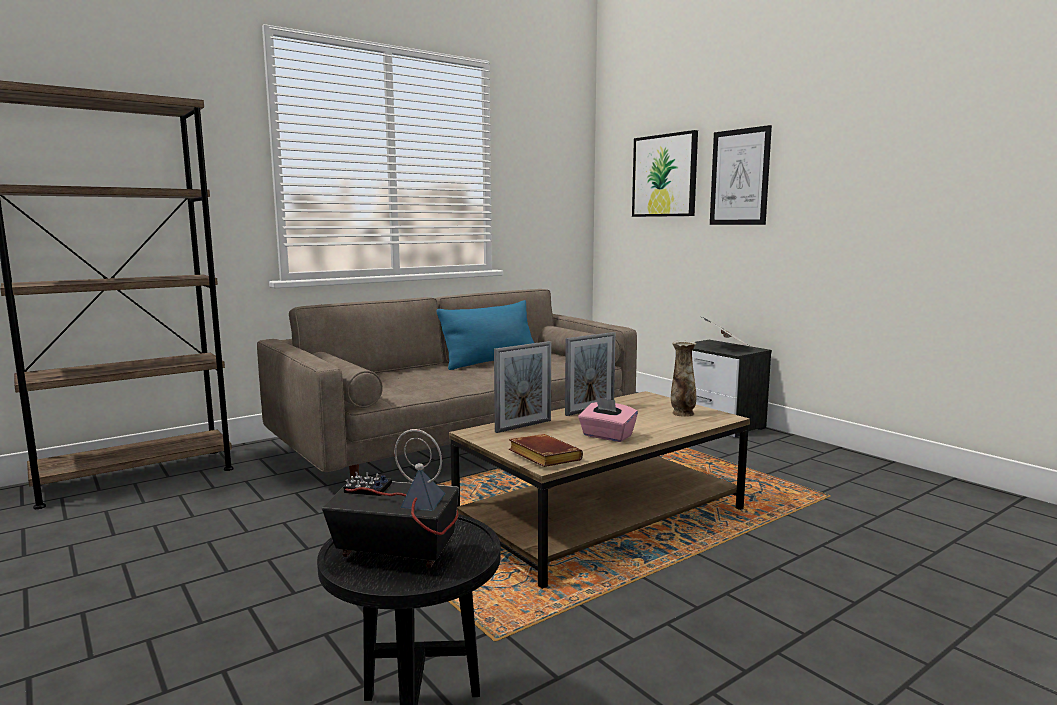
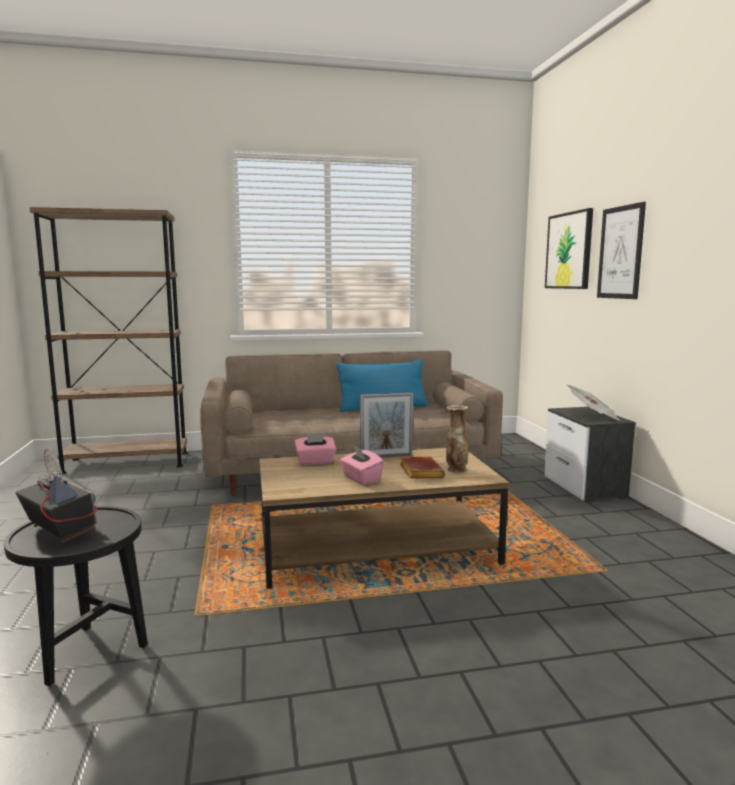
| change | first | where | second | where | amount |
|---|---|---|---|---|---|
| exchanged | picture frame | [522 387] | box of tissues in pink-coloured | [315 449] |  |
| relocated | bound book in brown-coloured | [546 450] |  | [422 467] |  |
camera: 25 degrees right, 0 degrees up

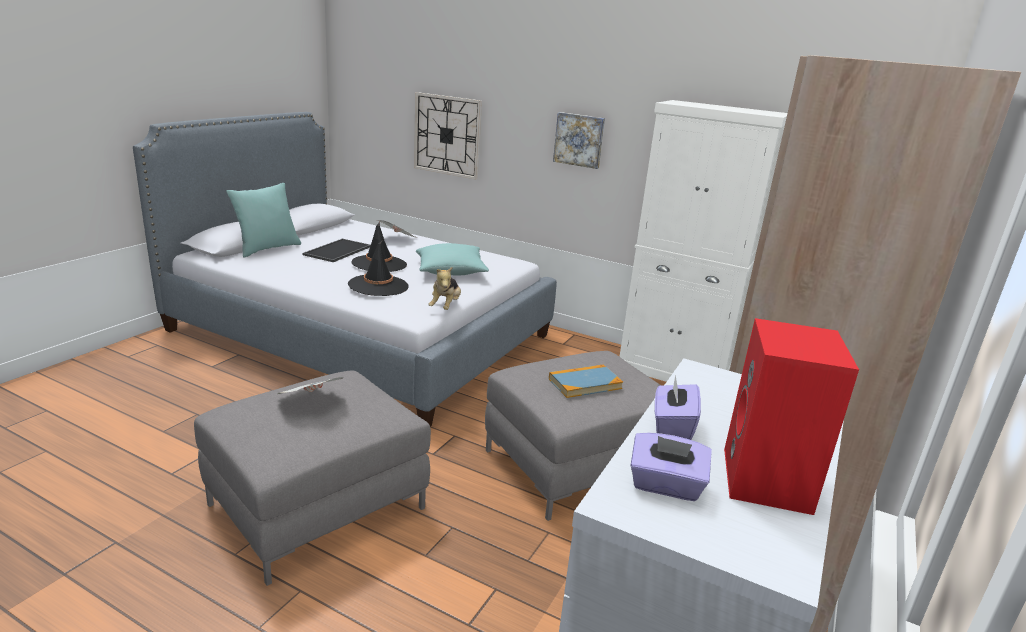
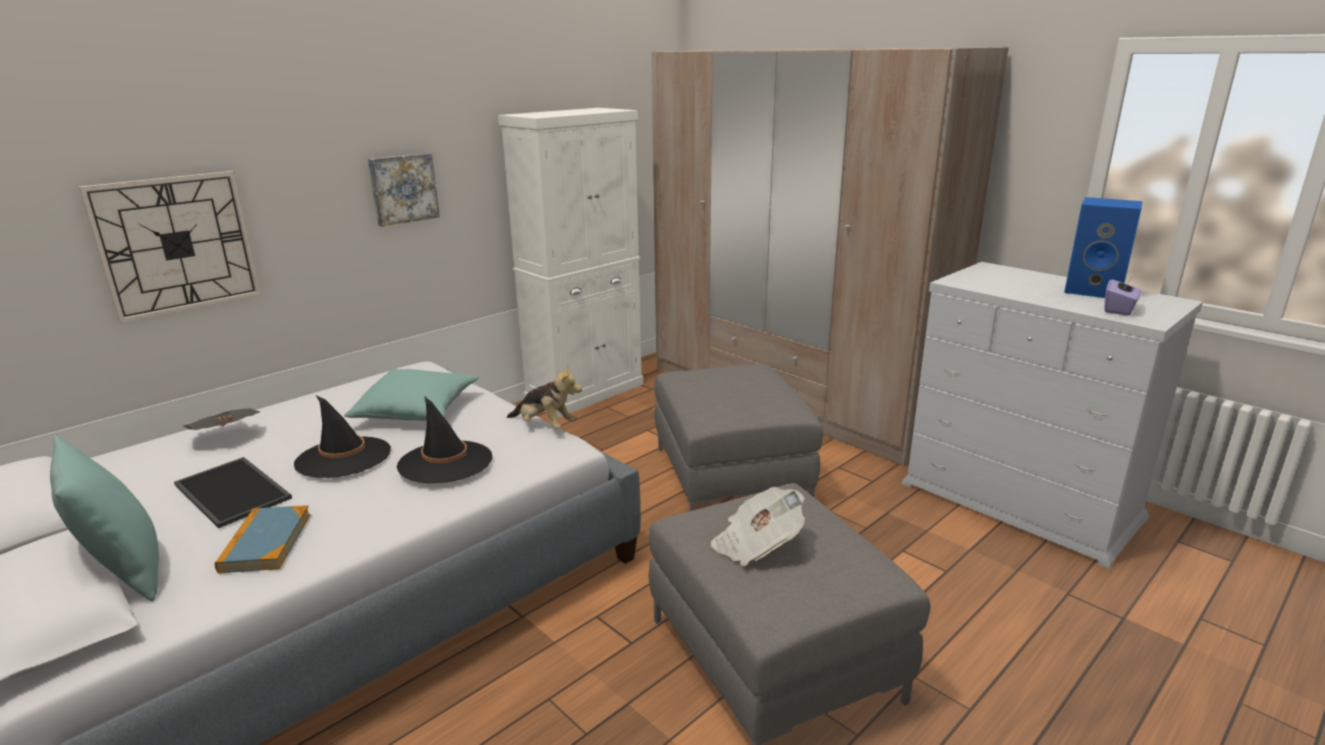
| change | first | where | second | where | amount |
|---|---|---|---|---|---|
| colour | speaker in red-coloured | [791 416] | speaker in blue-coloured | [1103 247] |  |
| relocated | bound book | [586 381] |  | [262 539] |  |
| missing | box of tissues in purplish | [678 407] |  |  |  |
camera: 70 degrees left, 0 degrees up

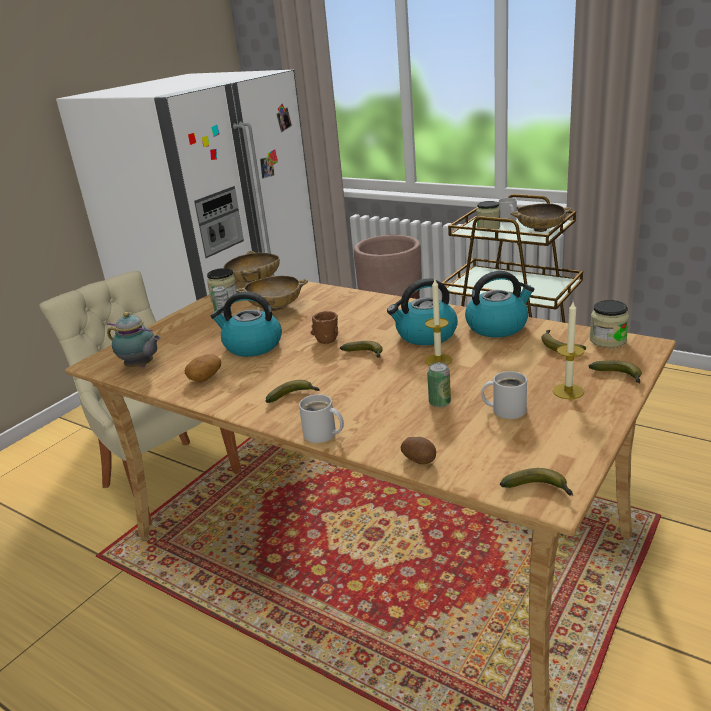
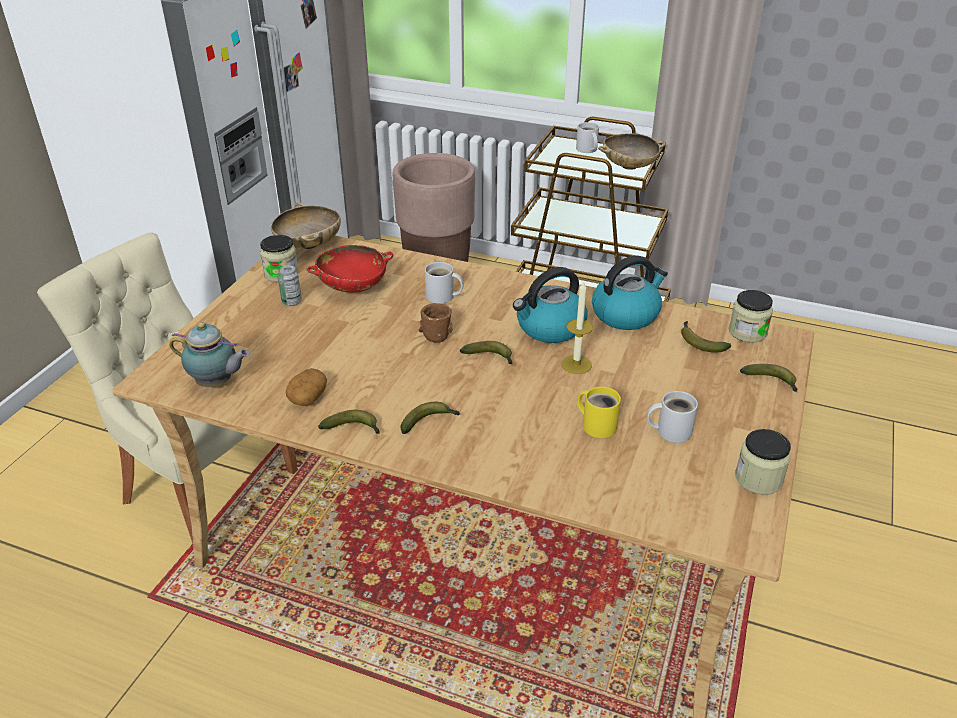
| change | first | where | second | where | amount |
|---|---|---|---|---|---|
| relocated | storage jar | [488 215] |  | [763 462] |  |
| colour | deep dish in sand-coloured | [272 293] | deep dish in red-coloured | [349 268] |  |
| missing | water kettle | [246 324] |  |  |  |
| missing | wax light | [568 351] |  |  |  |
| exchanged | sealed can | [439 384] | tea mug in yellow-coloured | [599 412] |  |
| relocated | tea mug in white | [321 418] |  | [444 283] |  |
| missing | potato | [418 450] |  |  |  |
| relocated | whole banana | [536 482] |  | [349 422] |  |
camera: 15 degrees left, 10 degrees up

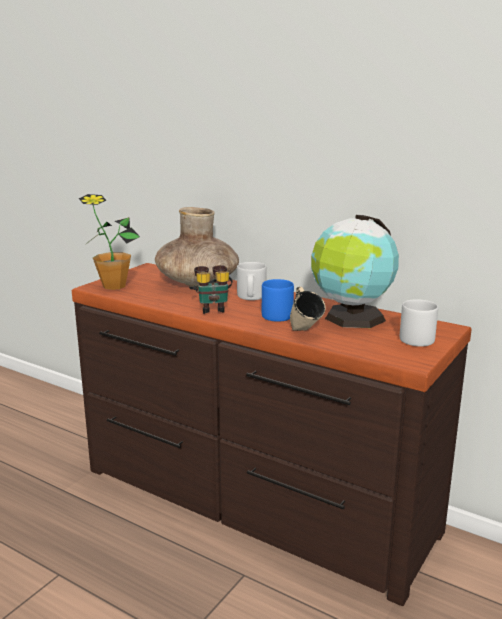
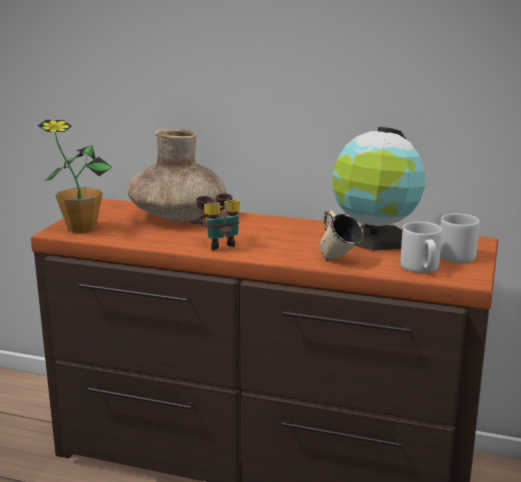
| change | first | where | second | where | amount |
|---|---|---|---|---|---|
| relocated | tea mug in gray | [251 281] |  | [421 247] |  |
| missing | tea mug in blue-coloured | [278 300] |  |  |  |
camera: 15 degrees left, 0 degrees up

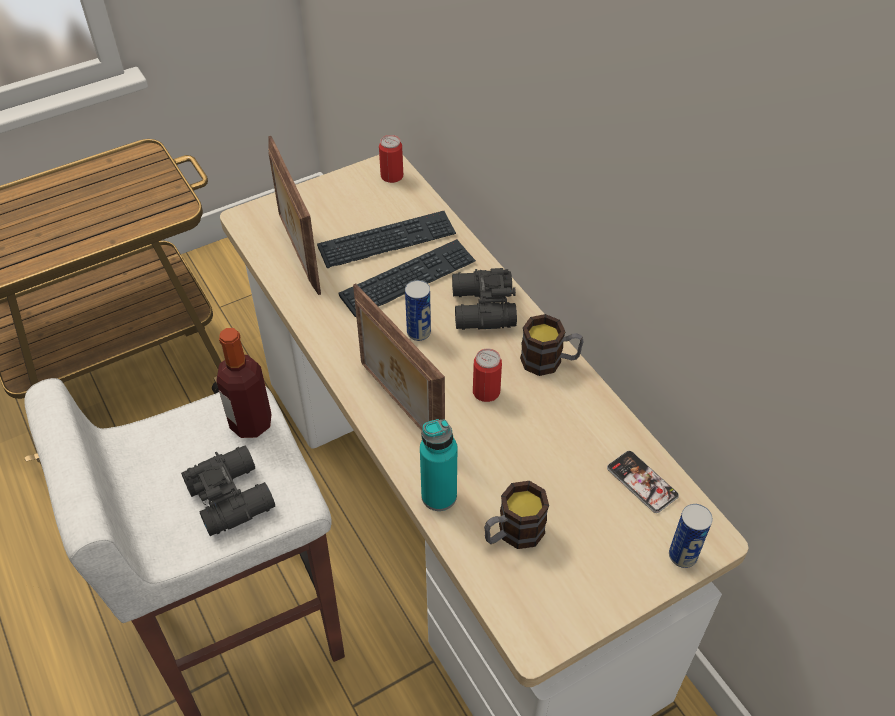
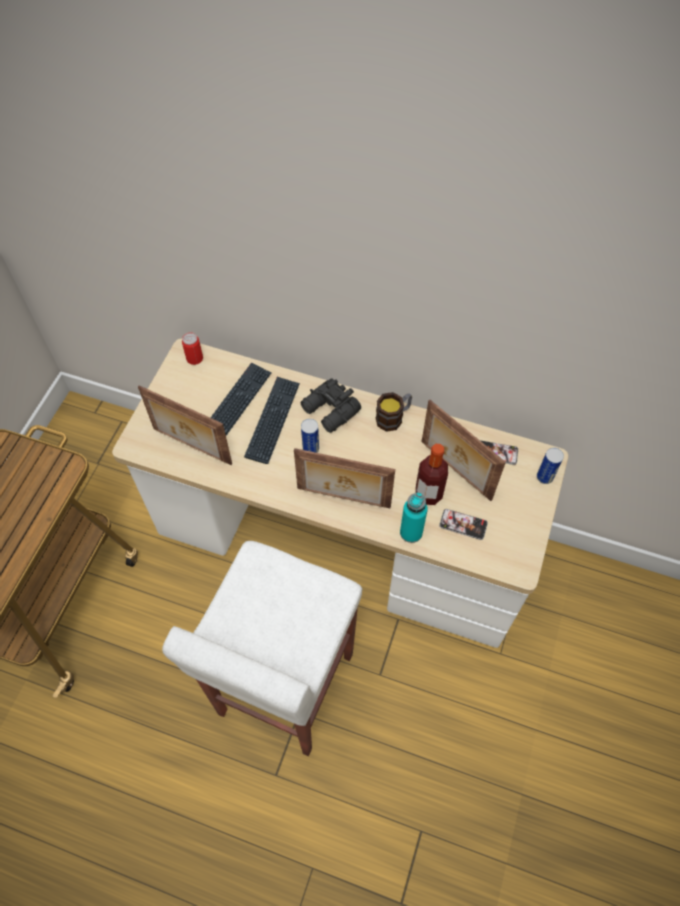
| change | first | where | second | where | amount |
|---|---|---|---|---|---|
| relocated | drink bottle | [244 383] |  | [432 474] |  |
| missing | sealed can | [487 375] |  |  |  |
| missing | field glasses in black | [228 491] |  |  |  |
| exchanged | tea mug | [516 515] | phone | [463 524] |  |
| appeared |  |  | picture frame | [464 450] |  |
camera: 40 degrees left, 10 degrees up

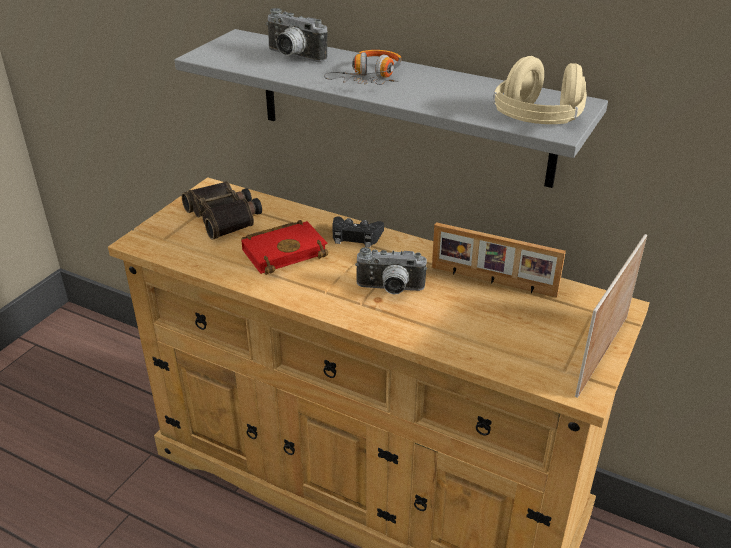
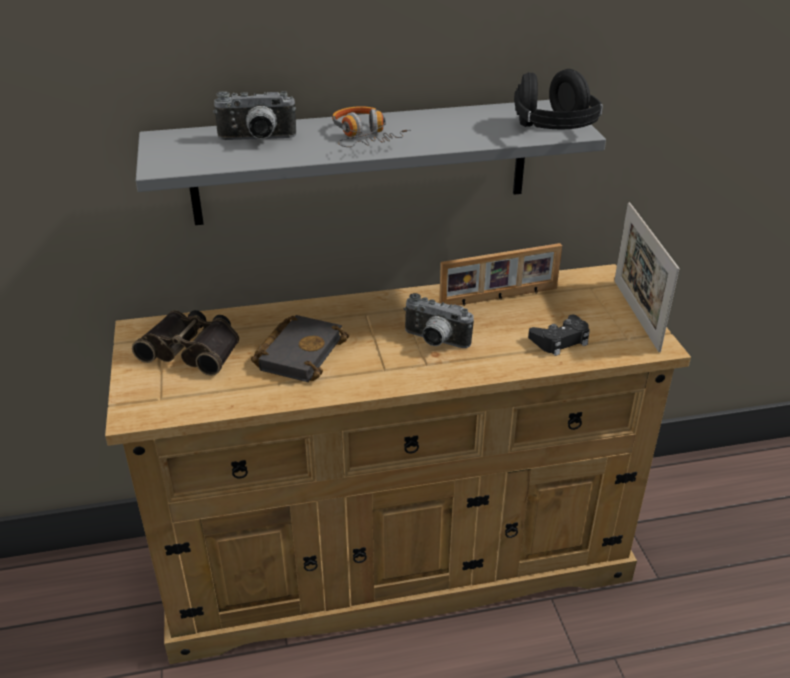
| change | first | where | second | where | amount |
|---|---|---|---|---|---|
| colour | headset in sand-coloured | [540 90] | headset in black | [558 99] |  |
| relocated | joypad in black | [358 232] |  | [559 335] |  |
| colour | bound book in red-coloured | [284 247] | bound book in black | [300 348] |  |
| spun | still camera | [391 271] |  | [438 320] | 60 degrees clockwise |
camera: 40 degrees left, 0 degrees up

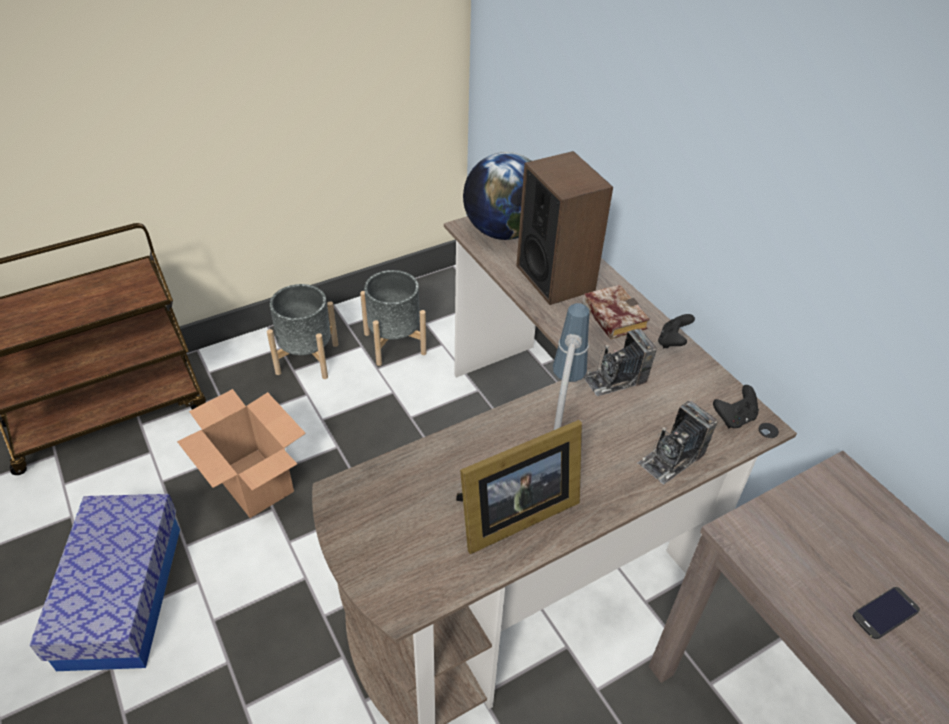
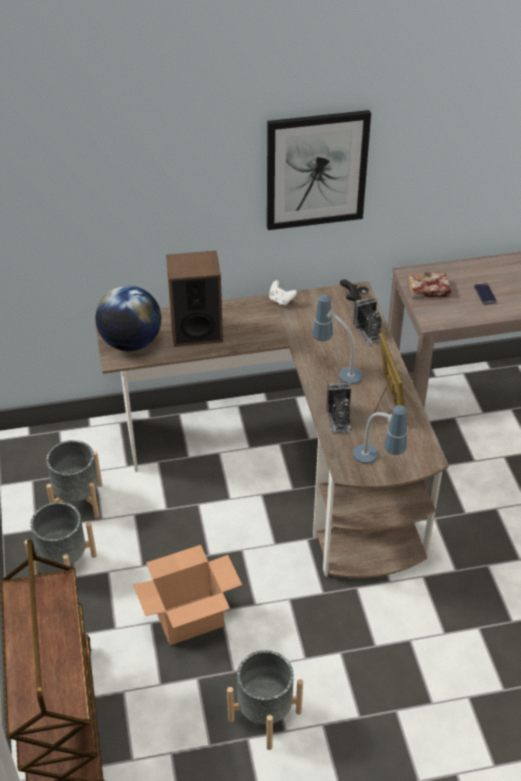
| change | first | where | second | where | amount |
|---|---|---|---|---|---|
| relocated | bound book | [616 312] |  | [429 285] |  |
| colour | joypad in black | [676 331] | joypad in white | [283 293] |  |
| relocated | still camera | [620 362] |  | [339 408] |  |
| exchanged | storage bin | [105 582] | plant pot in gray | [265 700] |  |
| appeared |  |  | wall art | [319 170] |  |
| appeared |  |  | tabletop lamp | [380 434] |  |
camera: 70 degrees left, 0 degrees up

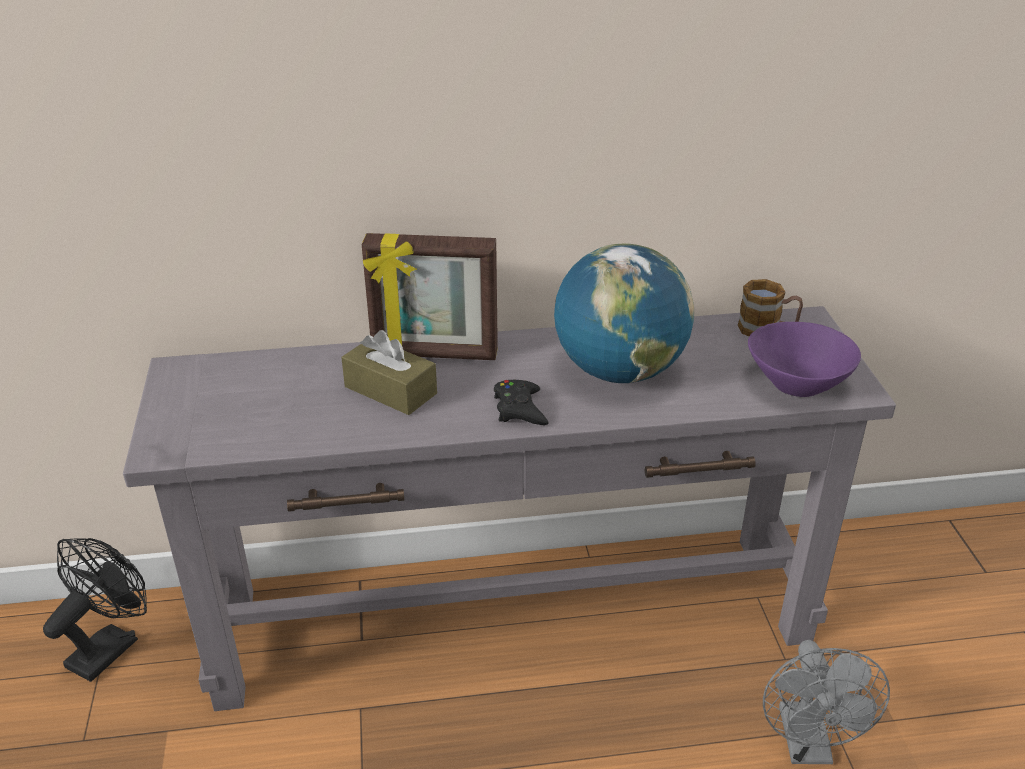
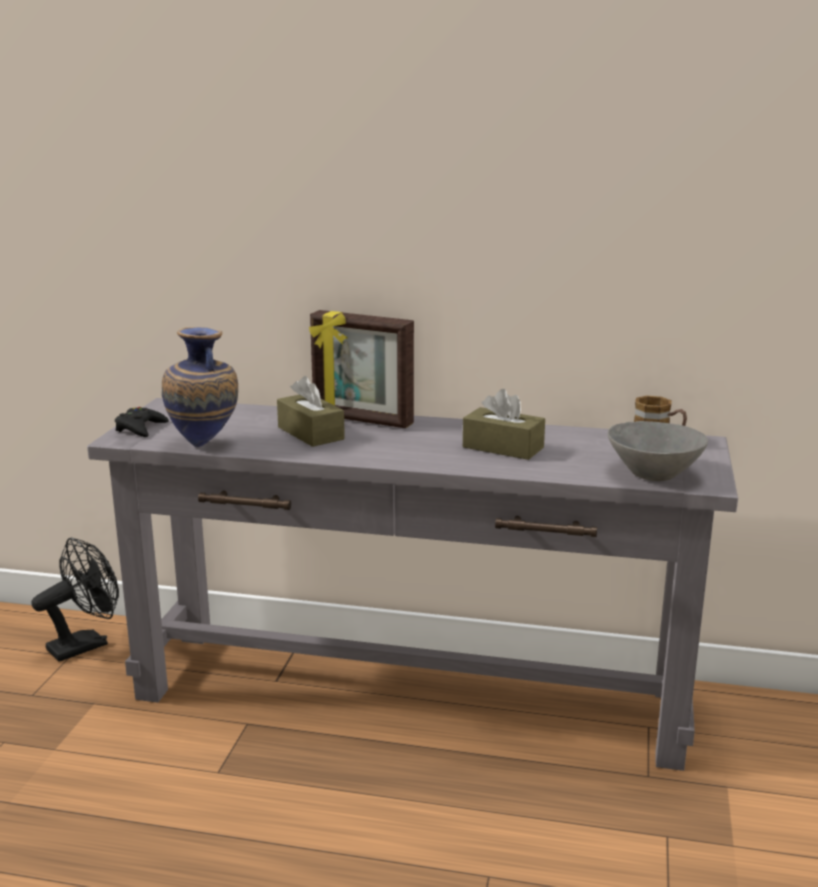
| change | first | where | second | where | amount |
|---|---|---|---|---|---|
| exchanged | world globe | [624 313] | box of tissues in brown-coloured | [504 424] |  |
| colour | deep dish in purplish | [804 359] | deep dish in gray | [658 451] |  |
| relocated | joypad in black | [521 402] |  | [142 422] |  |
| missing | fan in gray | [826 702] |  |  |  |
| appeared |  |  | decorative vase | [200 387] |  |
camera: 20 degrees right, 15 degrees down

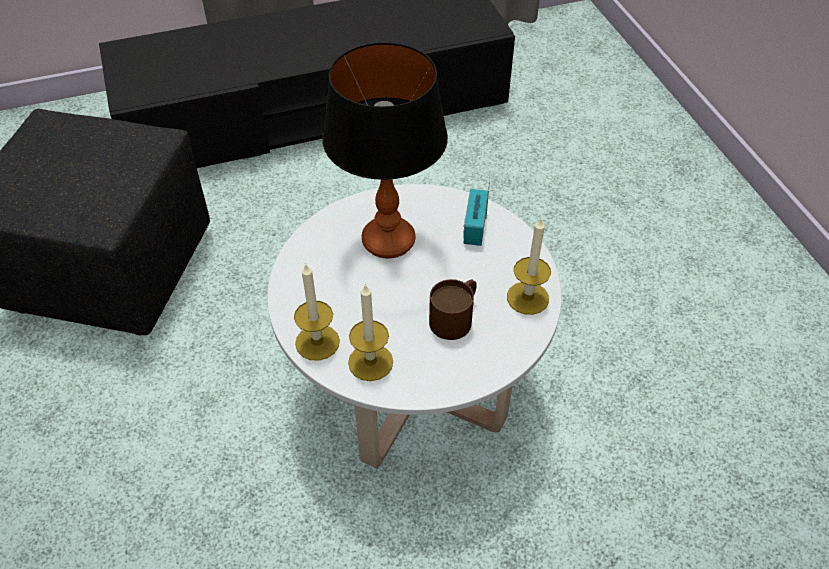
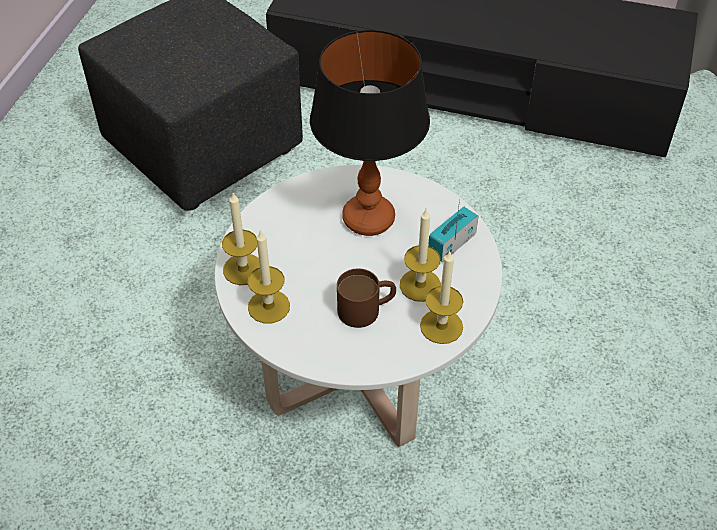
| change | first | where | second | where | amount |
|---|---|---|---|---|---|
| appeared |  |  | wax light | [420 255] |  |
camera: 35 degrees right, 0 degrees up

